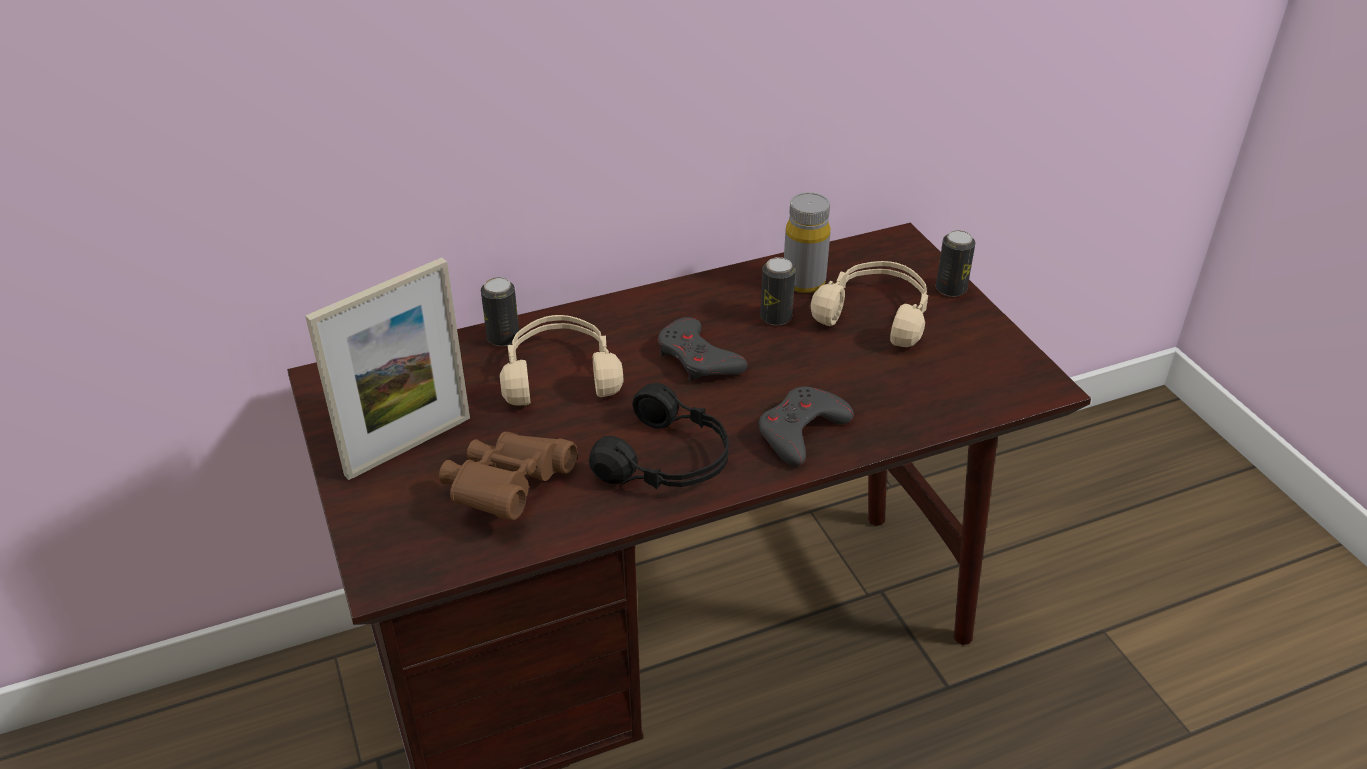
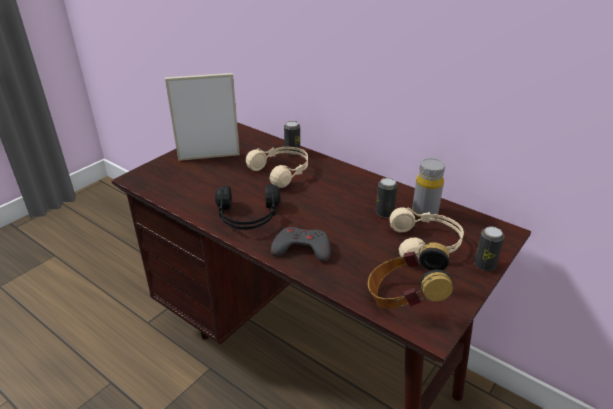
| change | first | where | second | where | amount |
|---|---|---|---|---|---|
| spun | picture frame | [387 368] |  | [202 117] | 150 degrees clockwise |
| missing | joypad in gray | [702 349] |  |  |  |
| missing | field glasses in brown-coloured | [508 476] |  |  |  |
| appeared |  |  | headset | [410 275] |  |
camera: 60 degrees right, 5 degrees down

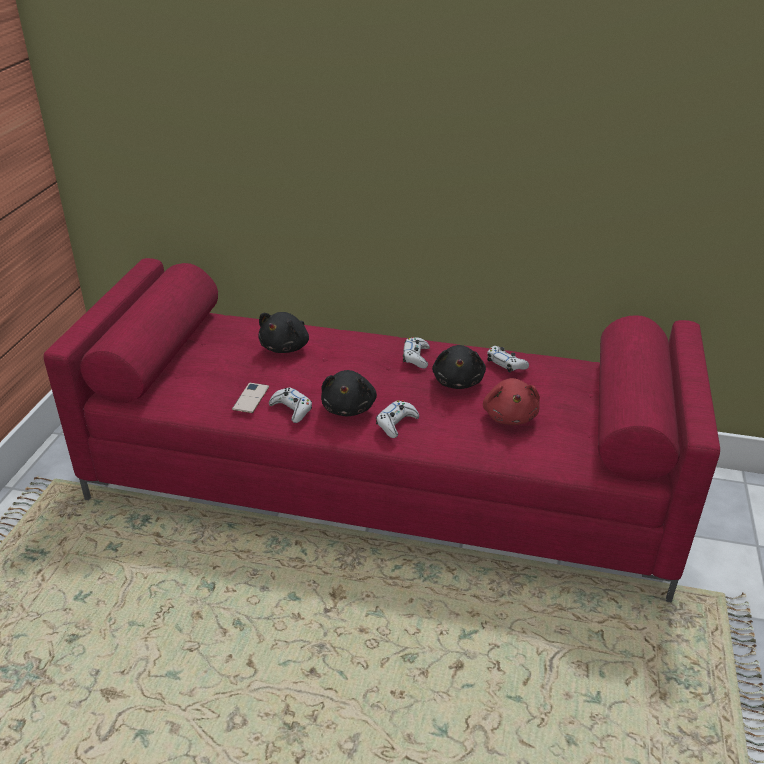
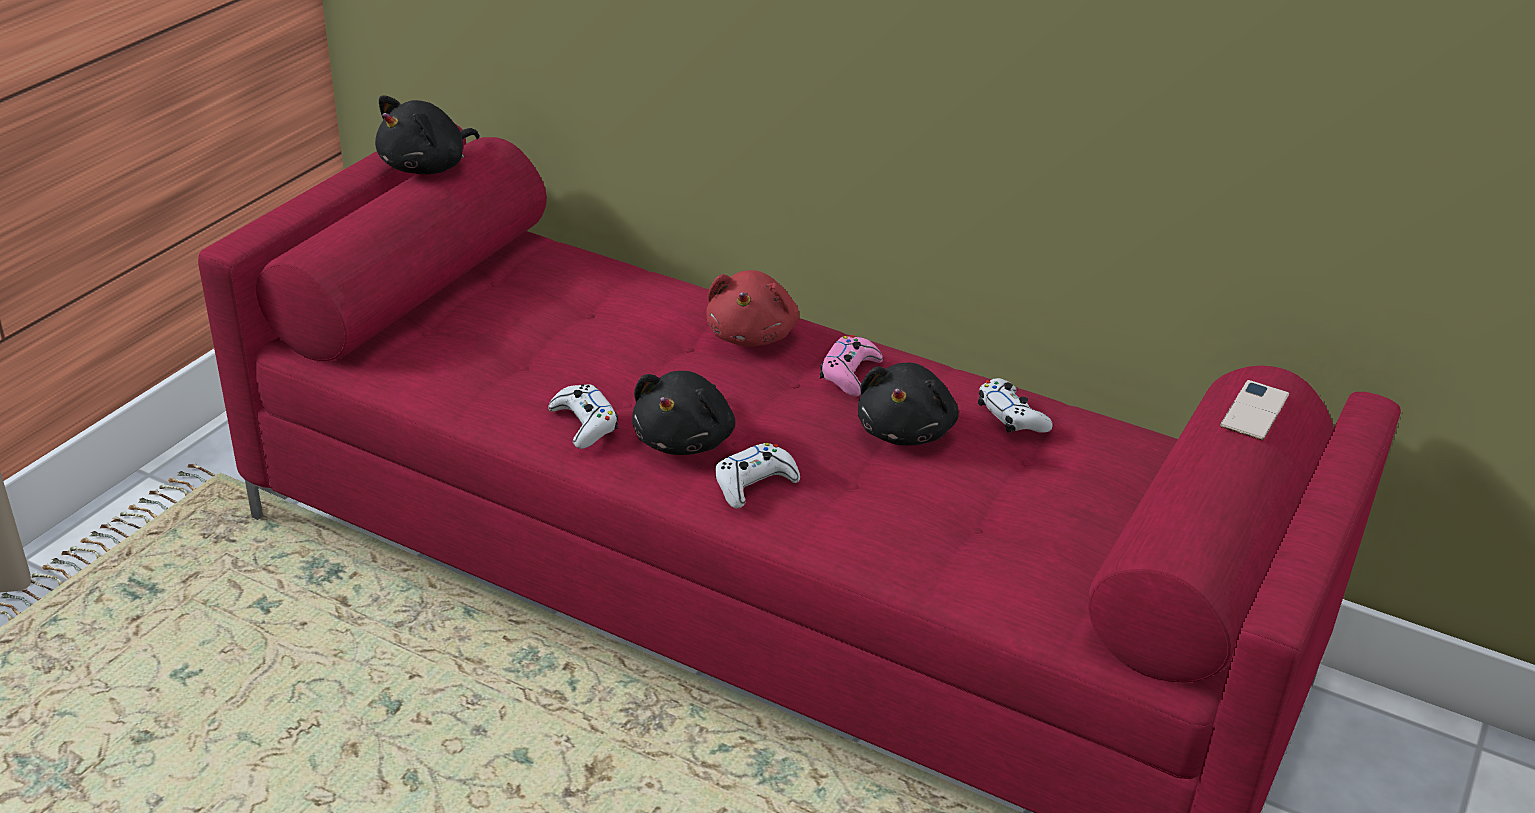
| change | first | where | second | where | amount |
|---|---|---|---|---|---|
| relocated | plush toy in black | [283 332] |  | [427 134] |  |
| colour | joypad in white | [416 352] | joypad in pink-coloured | [851 366] |  |
| relocated | plush toy in red-coloured | [511 401] |  | [752 308] |  |
| relocated | phone | [250 398] |  | [1254 410] |  |
camera: 15 degrees right, 0 degrees up

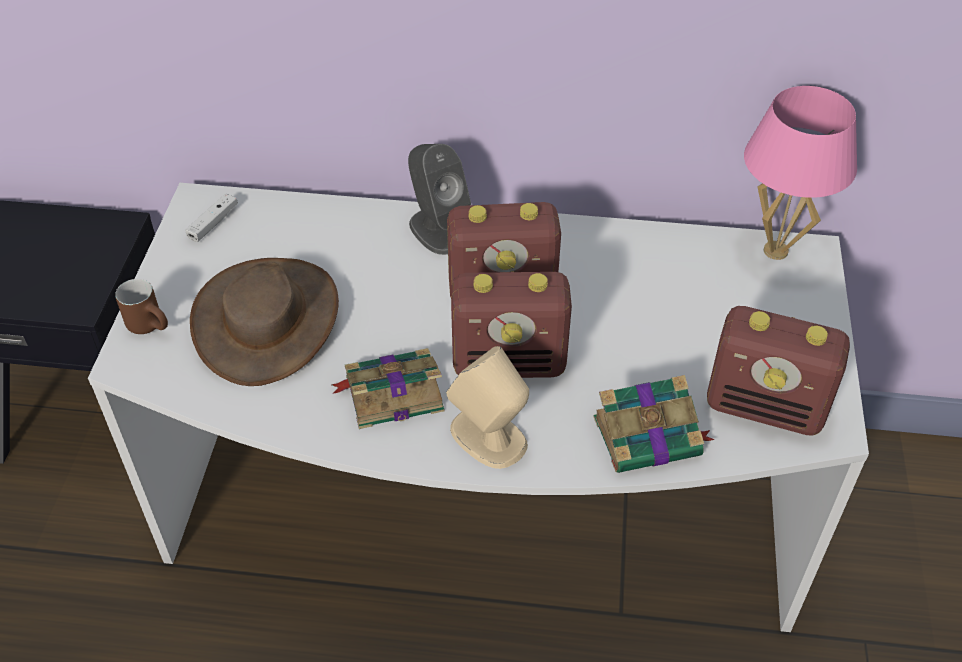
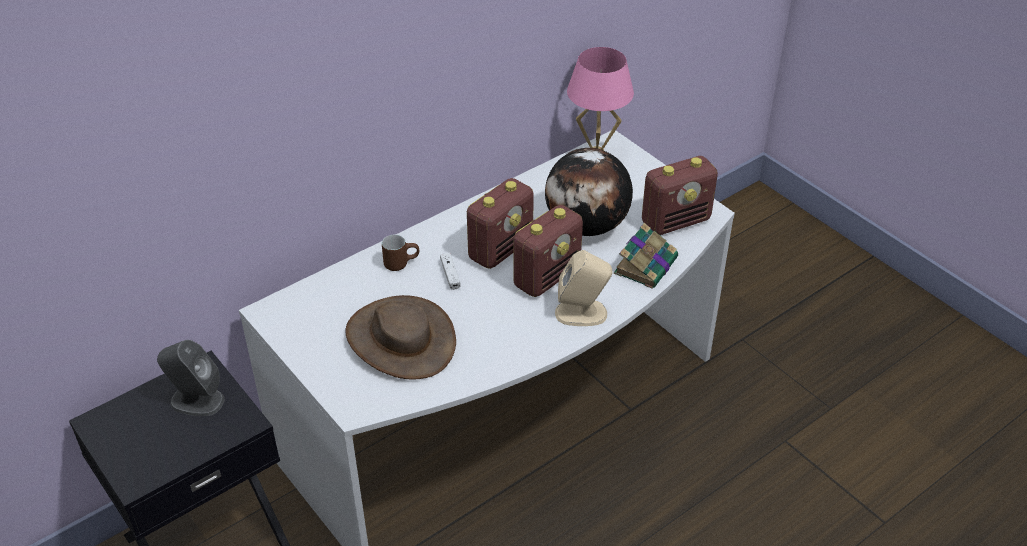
| change | first | where | second | where | amount |
|---|---|---|---|---|---|
| relocated | speaker in gray | [439 199] |  | [191 378] |  |
| relocated | joypad in white | [211 218] |  | [450 271] |  |
| relocated | tea mug in brown-coloured | [141 306] |  | [400 253] |  |
| missing | bound book | [388 388] |  |  |  |
| appeared |  |  | world globe | [589 192] |  |
camera: 45 degrees left, 5 degrees down

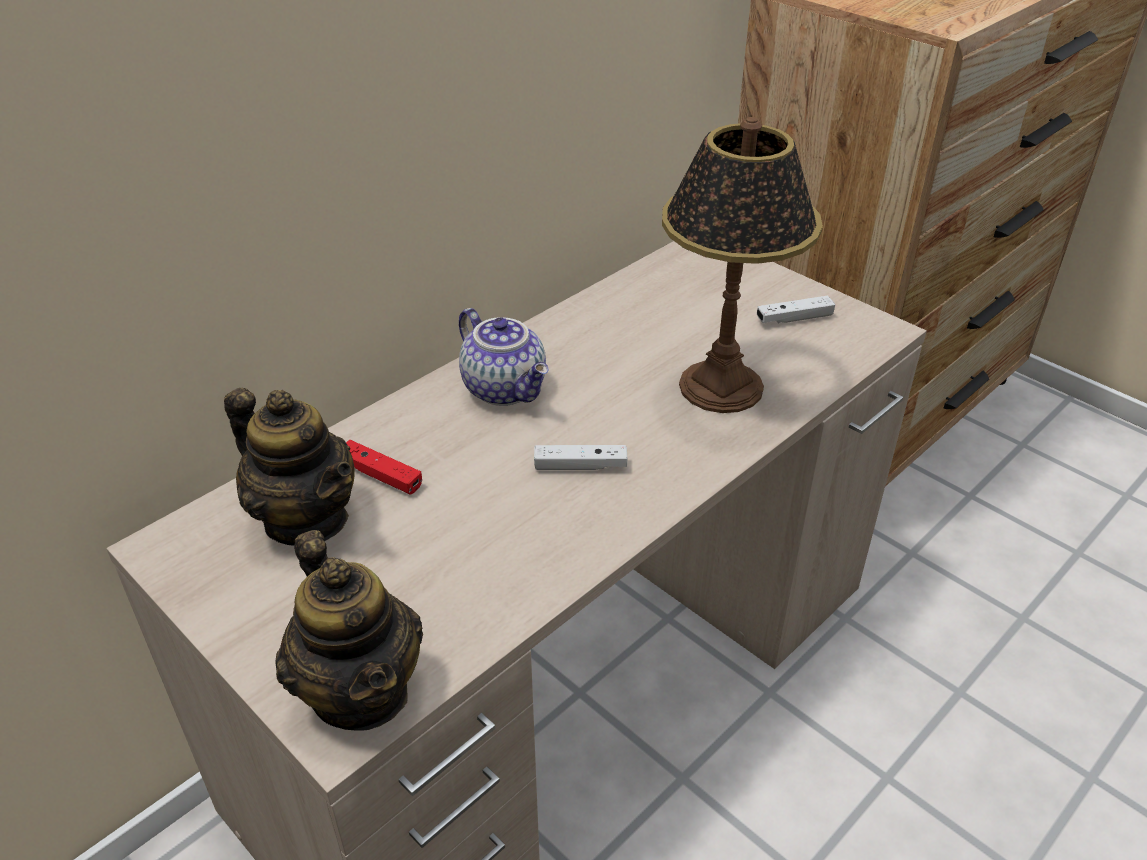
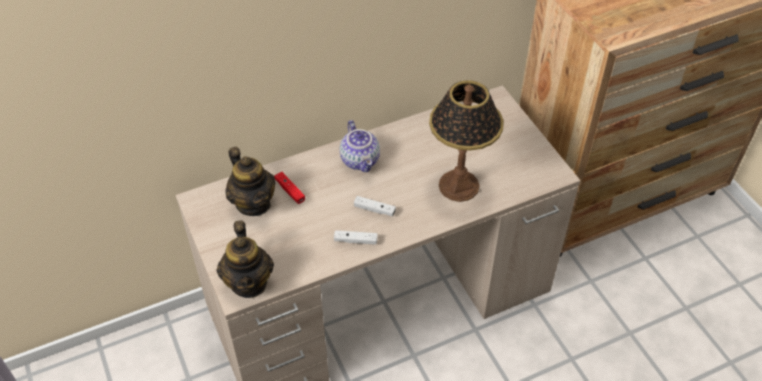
| change | first | where | second | where | amount |
|---|---|---|---|---|---|
| relocated | joypad in white | [796 309] |  | [356 237] |  |
camera: 20 degrees right, 10 degrees up

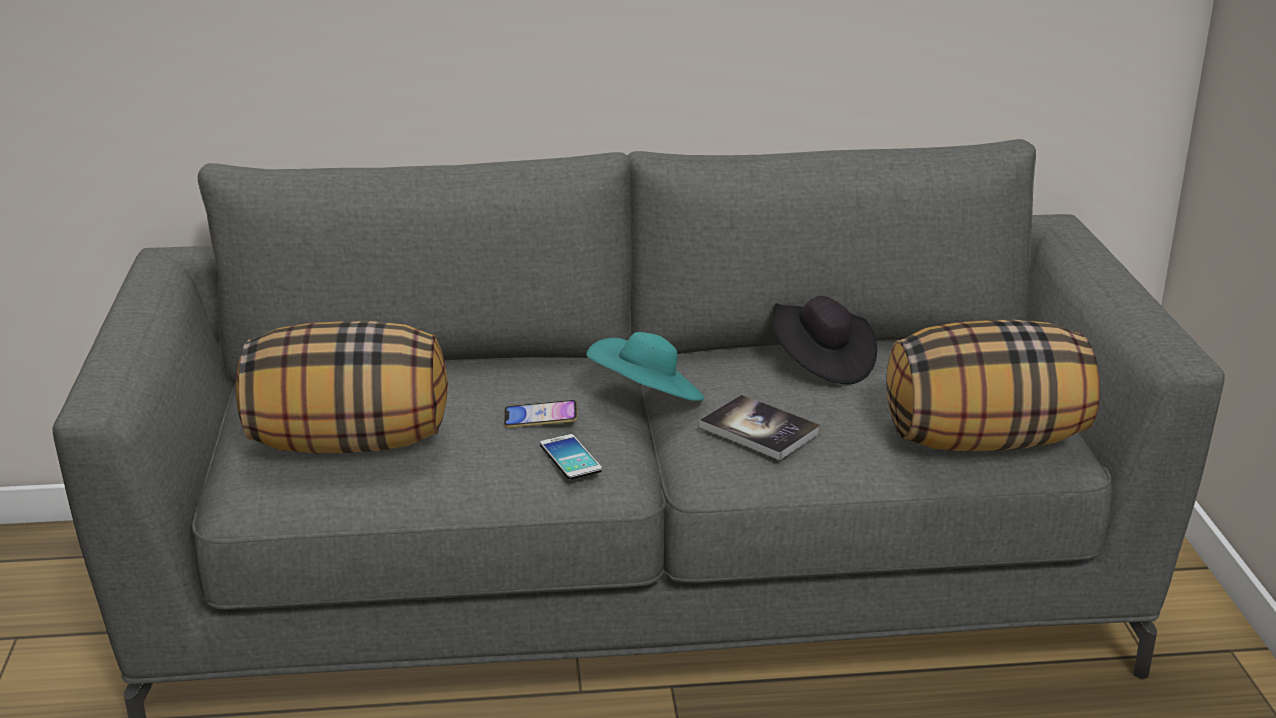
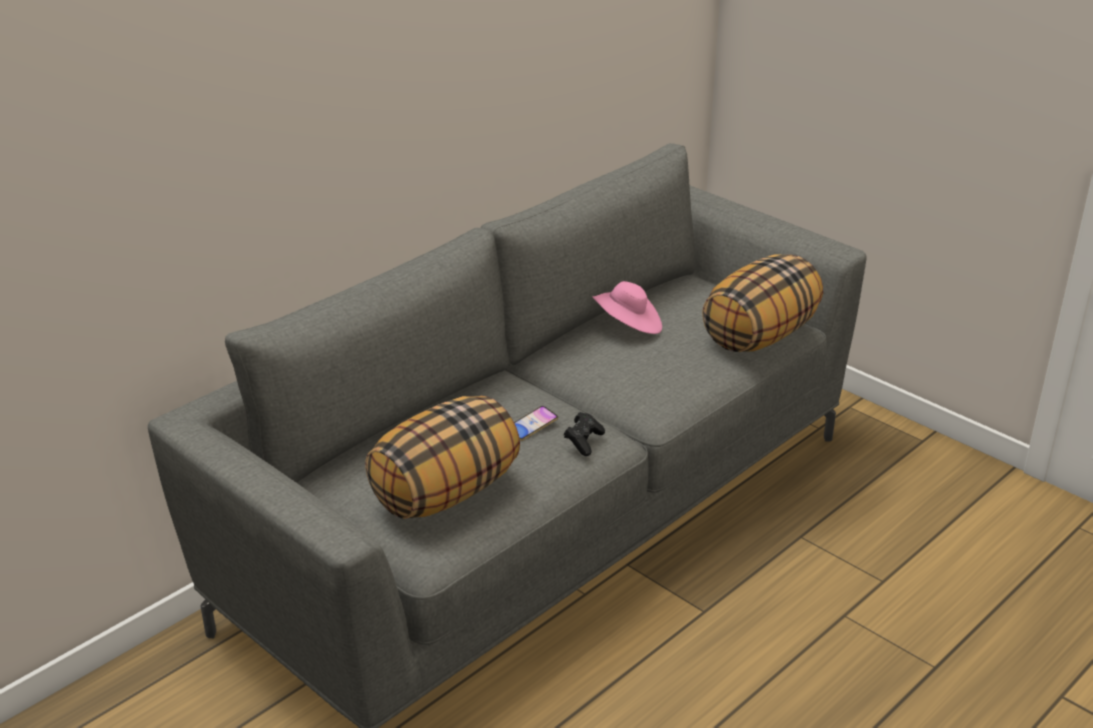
| change | first | where | second | where | amount |
|---|---|---|---|---|---|
| colour | clothing hat in black | [824 340] | clothing hat in pink-coloured | [627 307] |  |
| missing | clothing hat in turquoise-coloured | [645 366] |  |  |  |
| missing | bound book | [760 427] |  |  |  |
| exchanged | phone | [571 456] | joypad in black | [584 434] |  |
camera: 40 degrees left, 5 degrees up

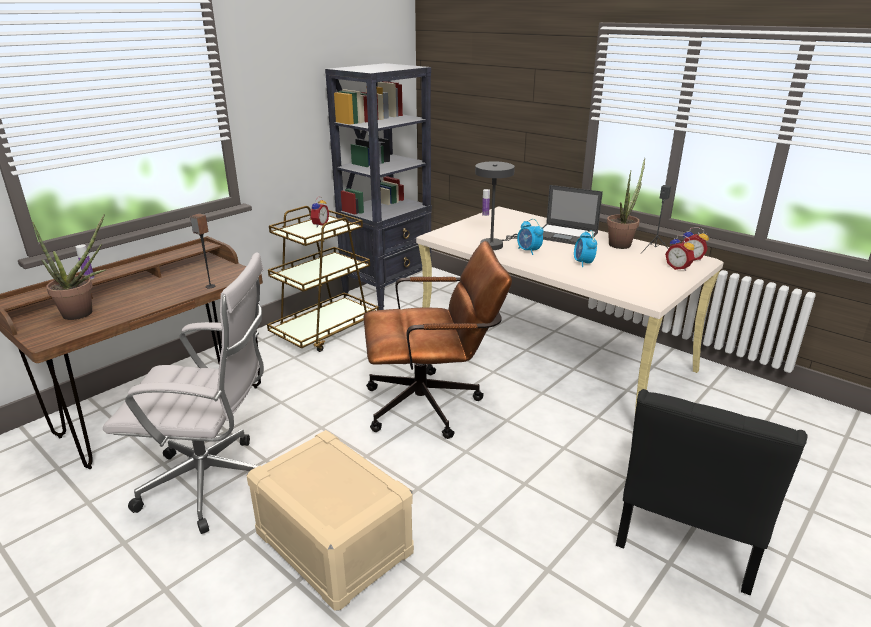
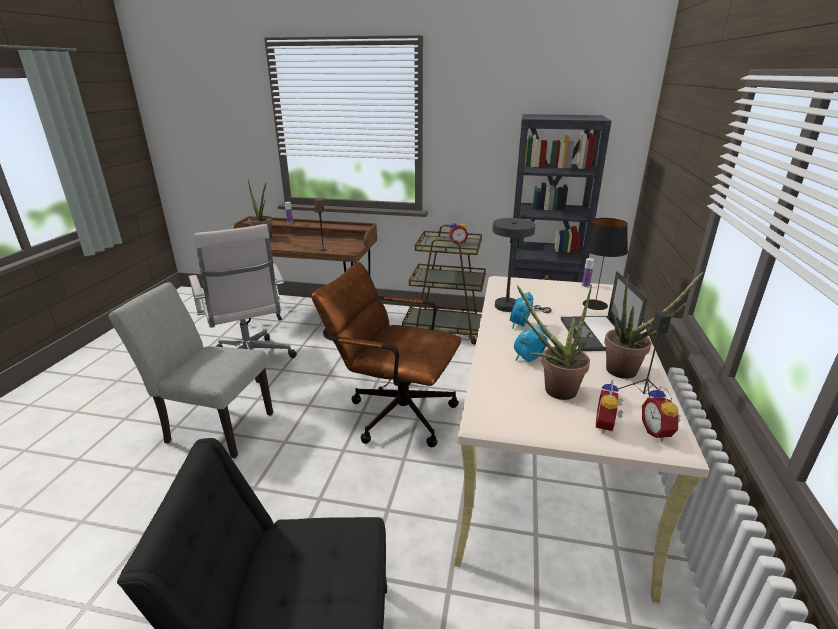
| change | first | where | second | where | amount |
|---|---|---|---|---|---|
| spun | office chair in brown-coloured | [437 340] |  | [386 354] | 150 degrees clockwise |
| exchanged | storage bin in sand-coloured | [330 520] | chair in gray | [191 370] |  |
| appeared |  |  | tabletop lamp in black | [605 264] |  |
| appeared |  |  | potted plant | [554 342] |  |
camera: 60 degrees right, 0 degrees up

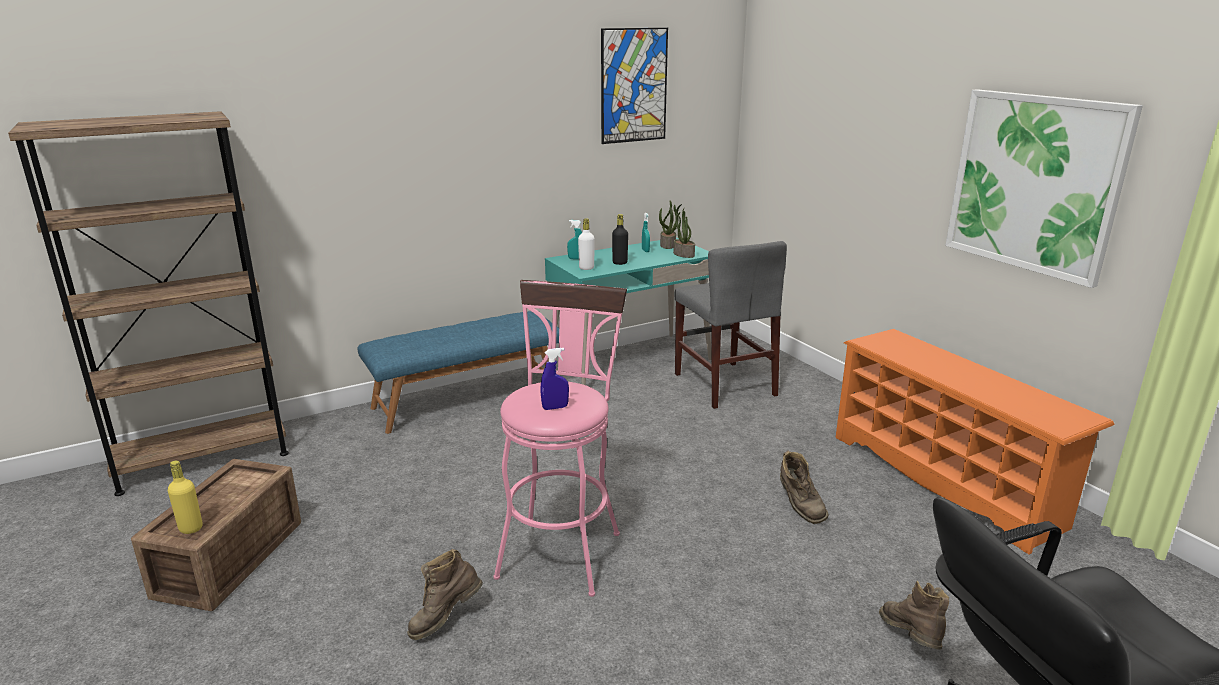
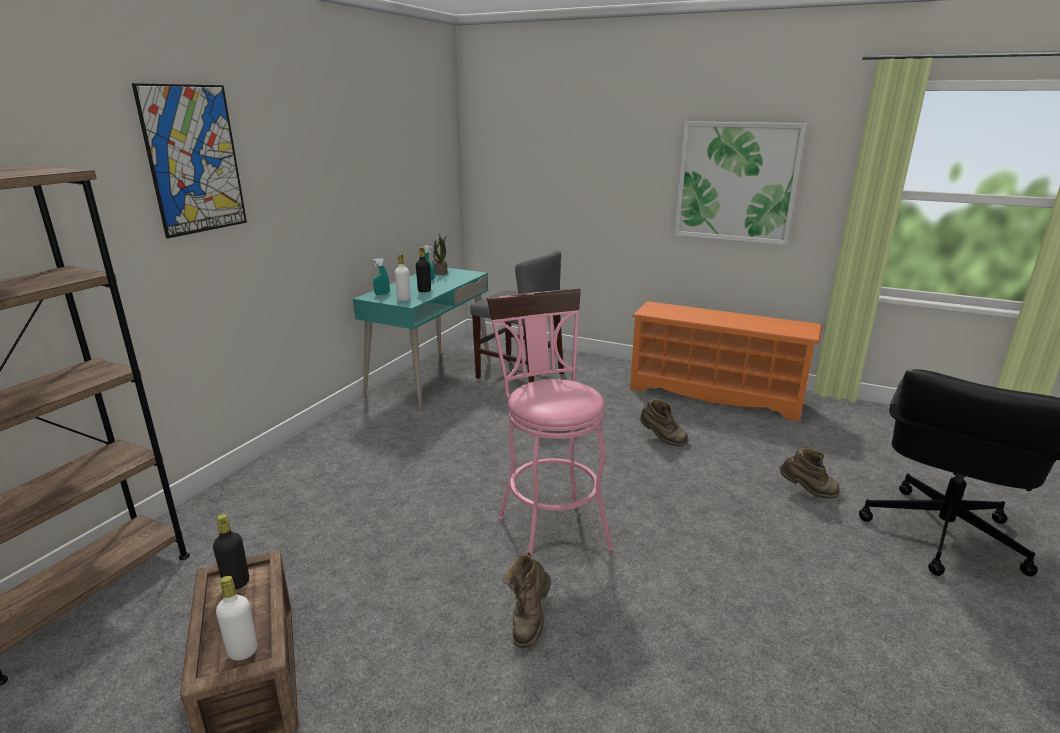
| change | first | where | second | where | amount |
|---|---|---|---|---|---|
| relocated | wall art | [634 86] |  | [189 160] |  |
| missing | potted plant | [684 233] |  |  |  |
| missing | long seat in blue-coloured | [458 372] |  |  |  |
| missing | spray bottle in blue-coloured | [554 379] |  |  |  |
| colour | drink bottle in yellow-coloured | [185 497] | drink bottle in white | [236 618] |  |
| spun | high-top boot in brown-coloured | [914 615] |  | [810 473] | 150 degrees clockwise |
| appeared |  |  | drink bottle in black | [231 552] |  |
camera: 35 degrees left, 0 degrees up

